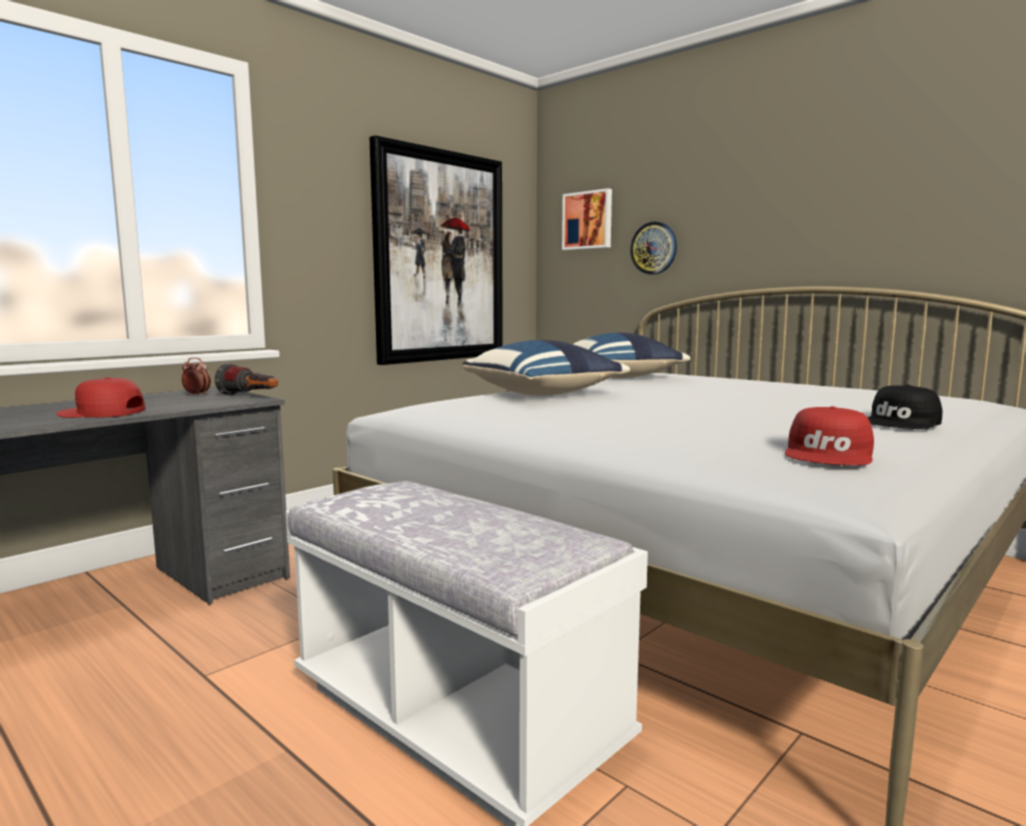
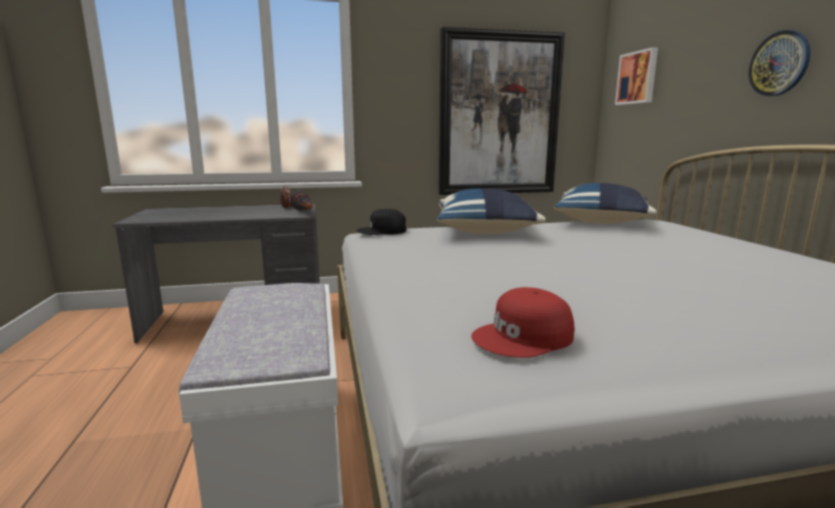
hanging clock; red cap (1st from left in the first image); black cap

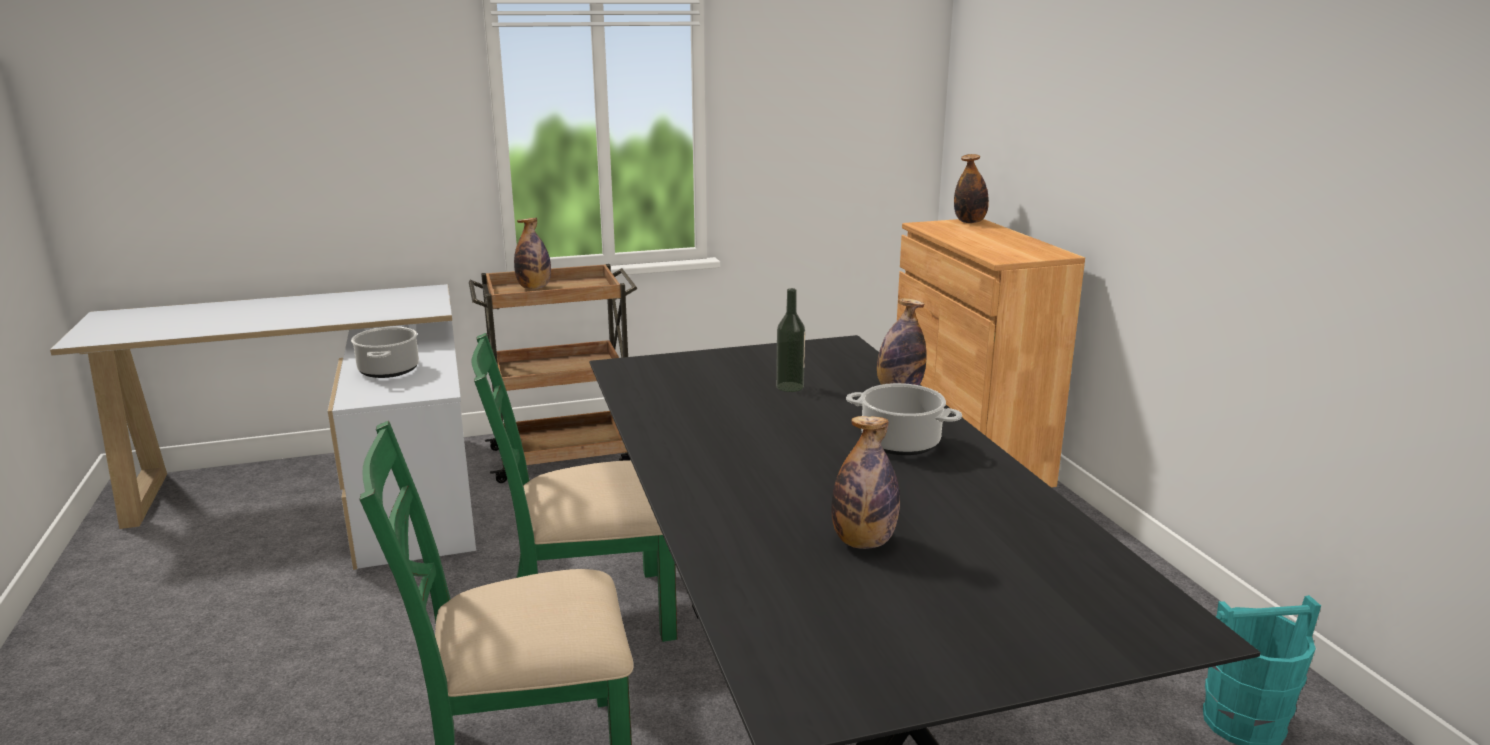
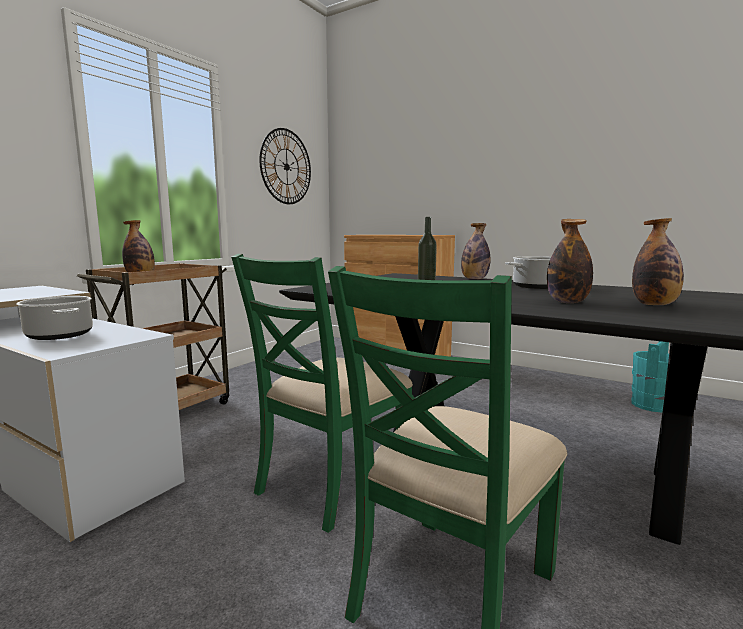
drink bottle (4th from left); hanging clock

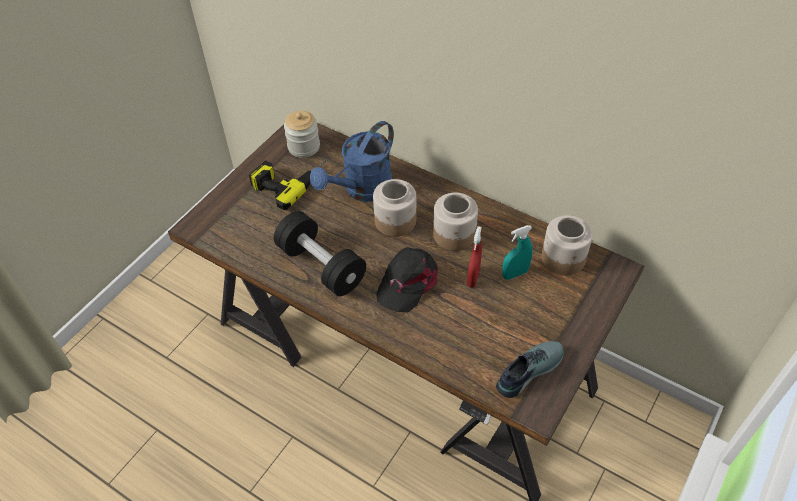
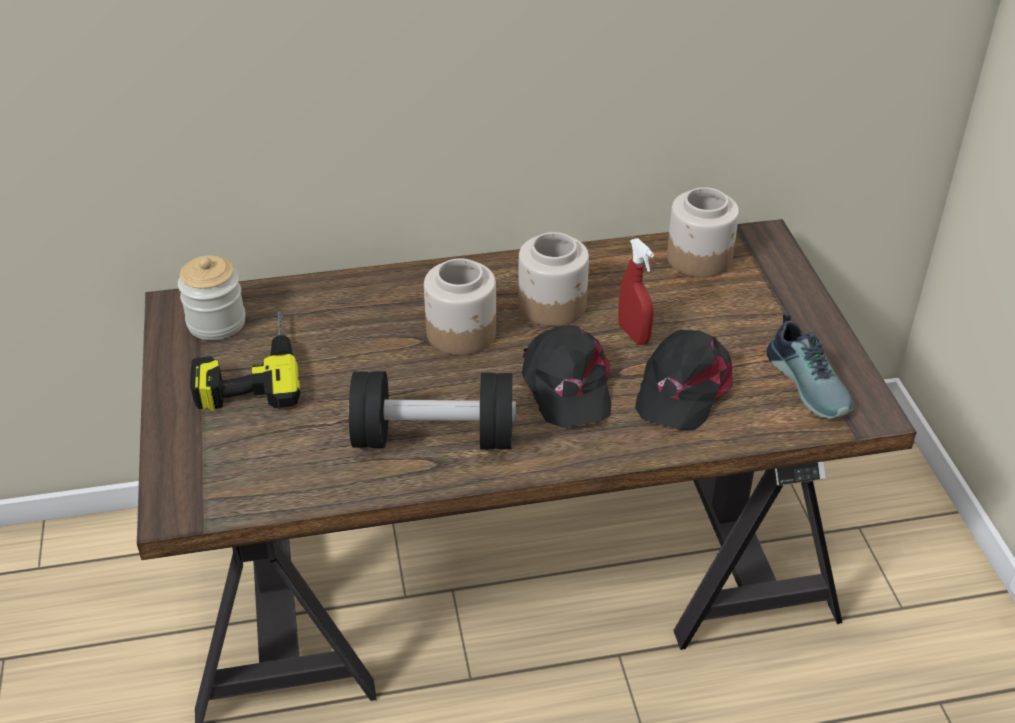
blue-coloured watering can; turquoise spray bottle; low shoe; black cap (2nd from left)

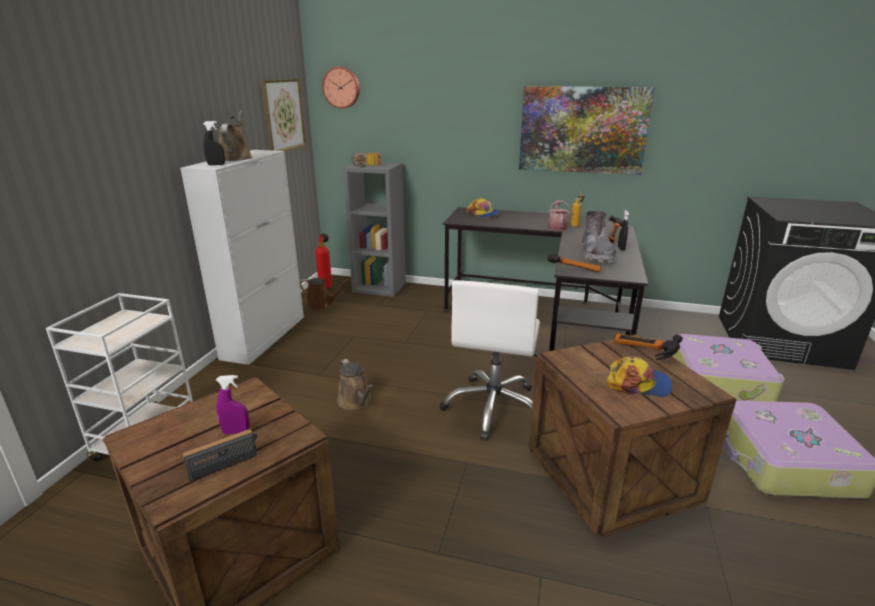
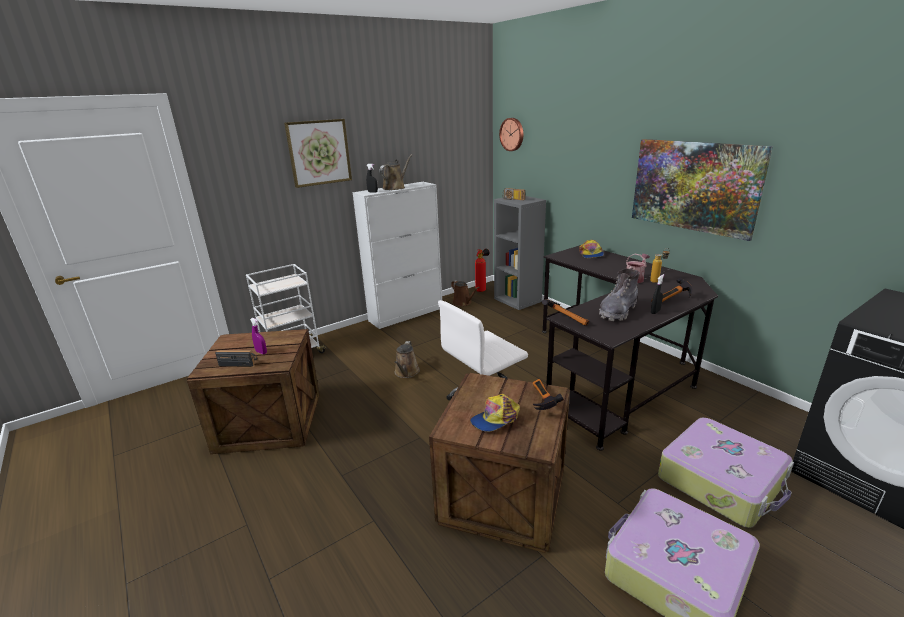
picture (1st from left); cap (1st from left)

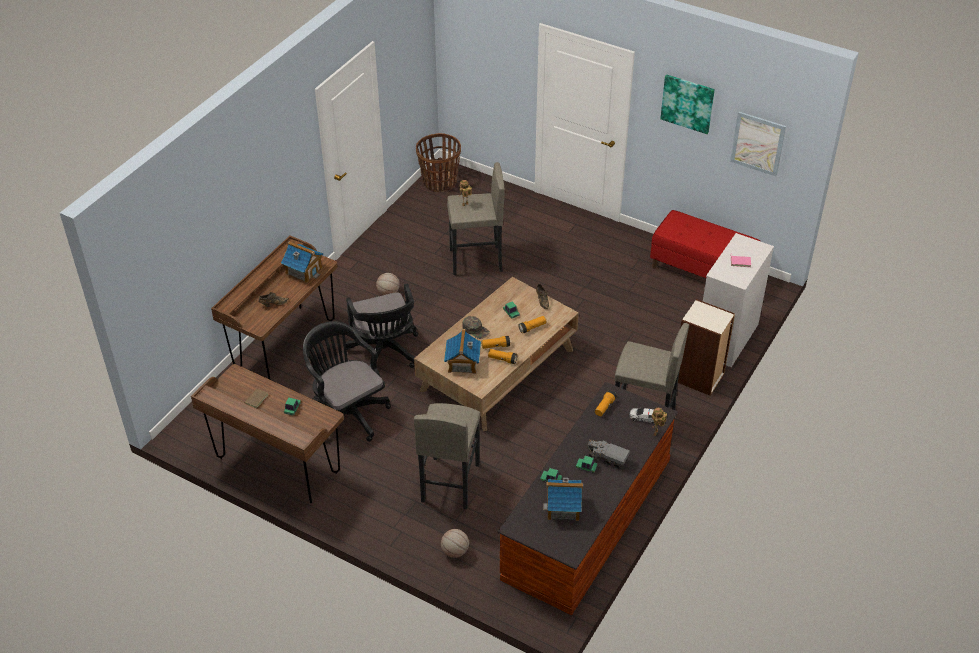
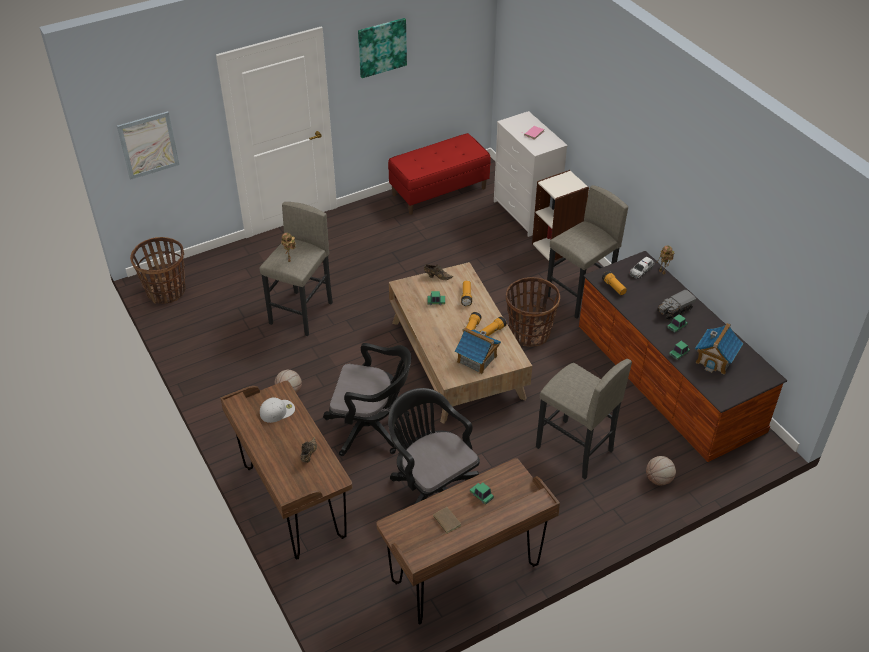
picture (1st from left); white cap; green cap; black desk chair (2nd from left); household basket (2nd from left)

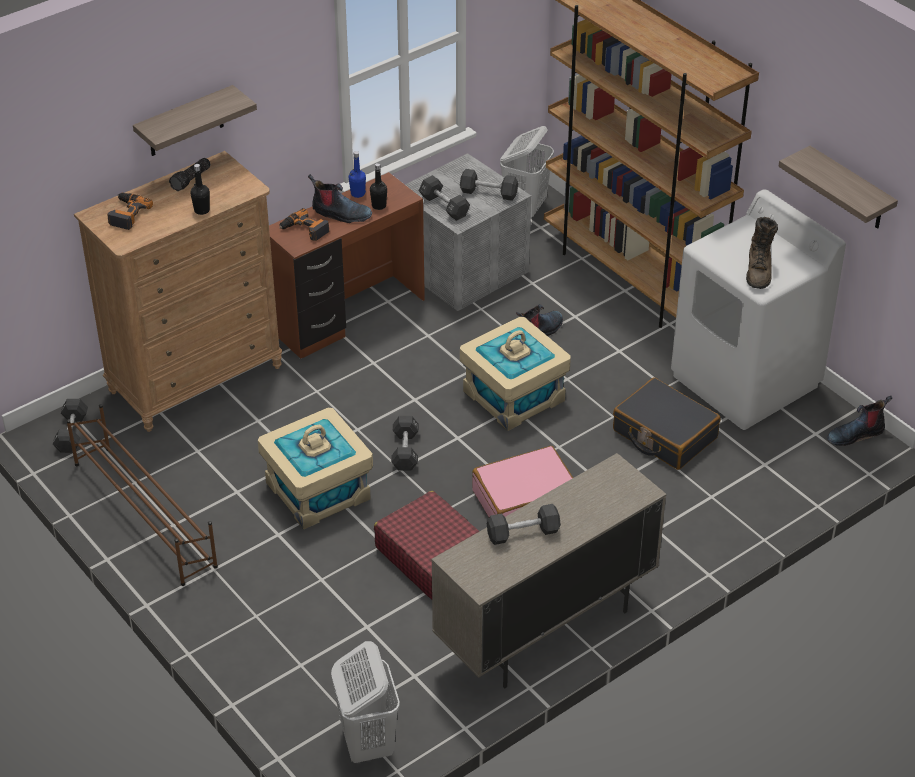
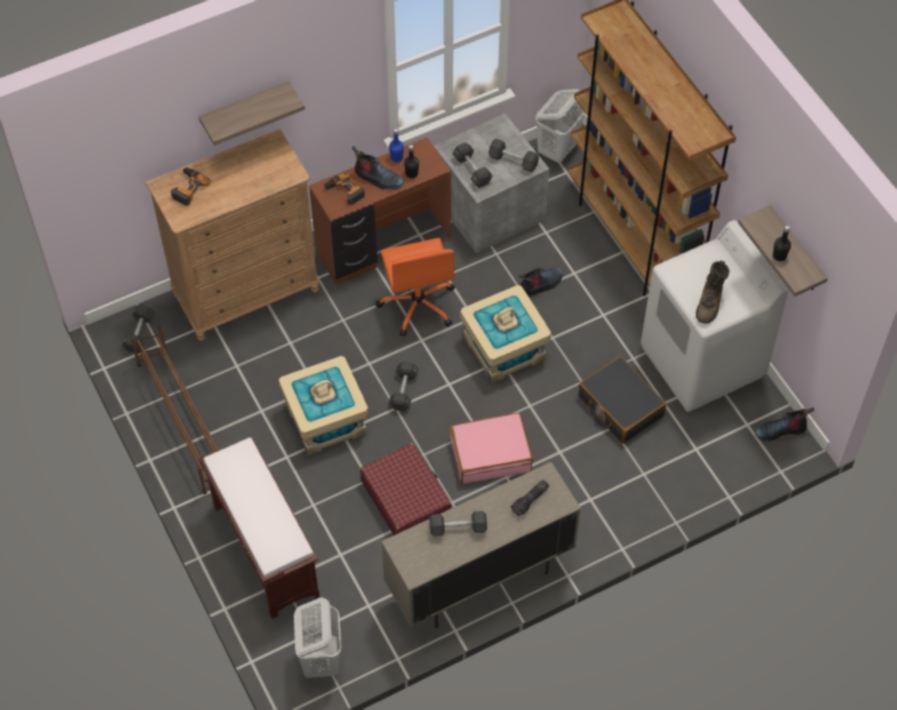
torch; black drink bottle (2nd from left); orange-coloured desk chair; brown indoor bench

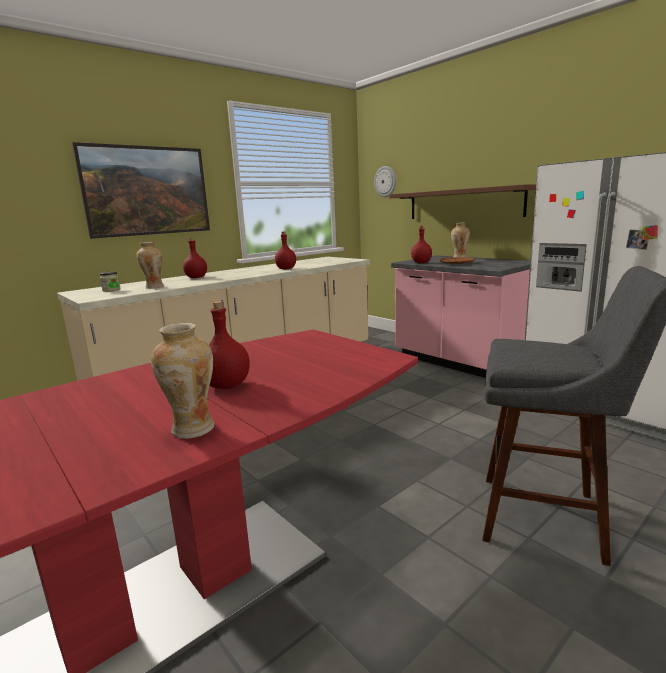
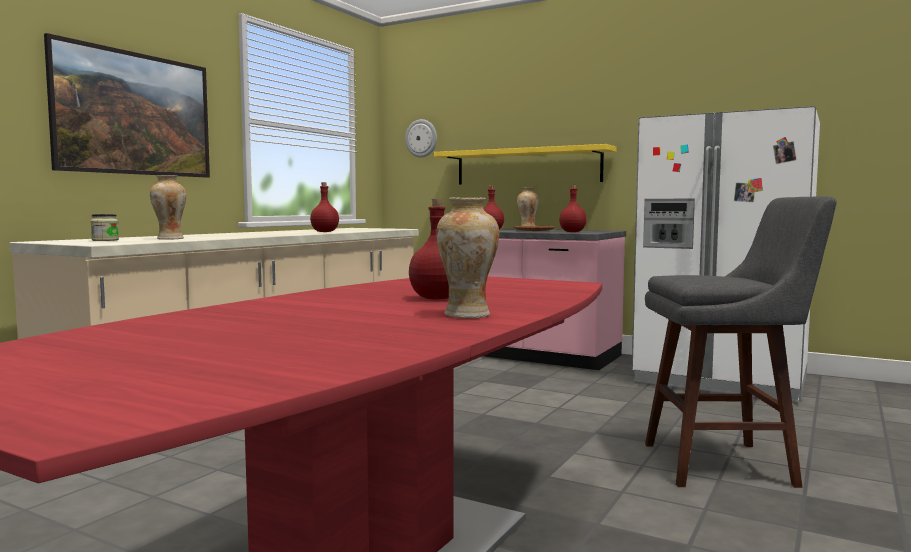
yellow wall shelf; red drink bottle (4th from left)

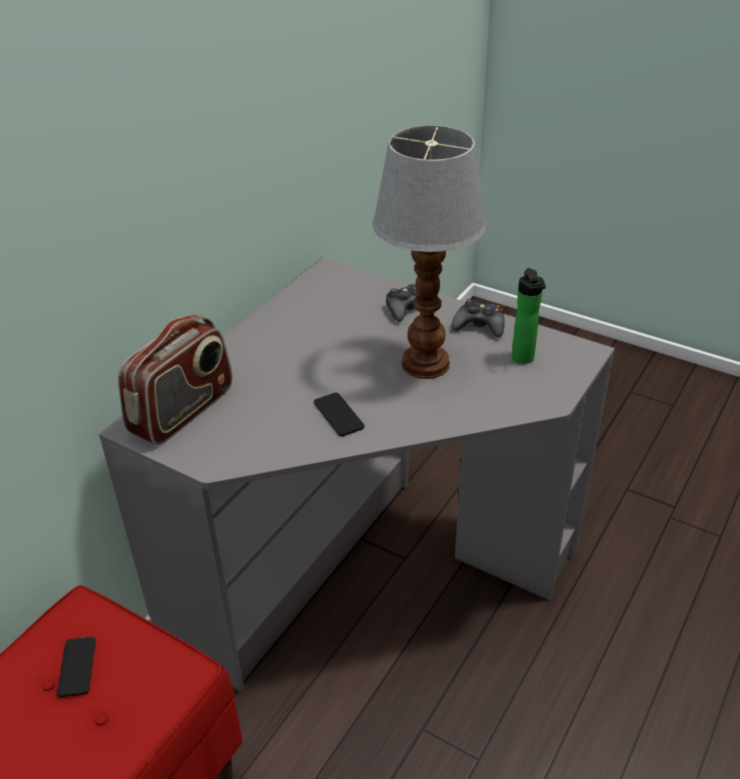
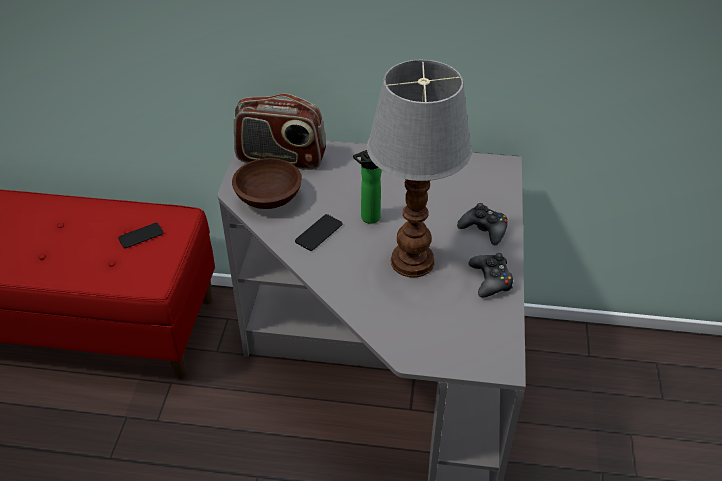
drink bottle; brown deep dish

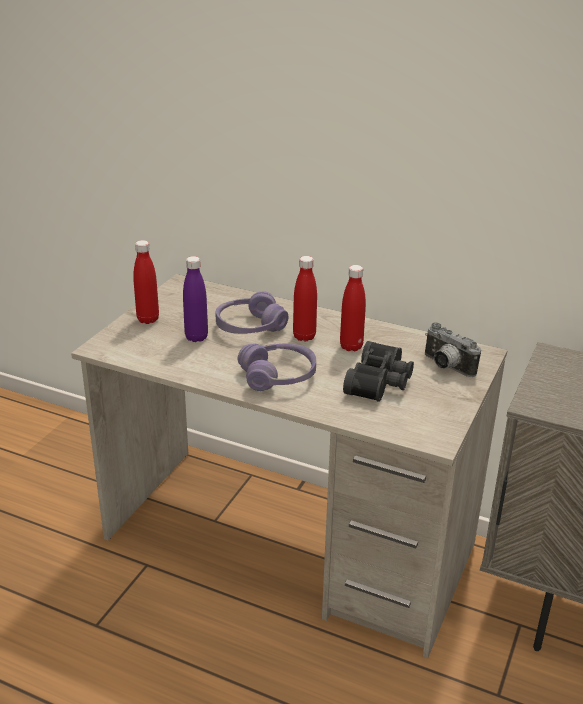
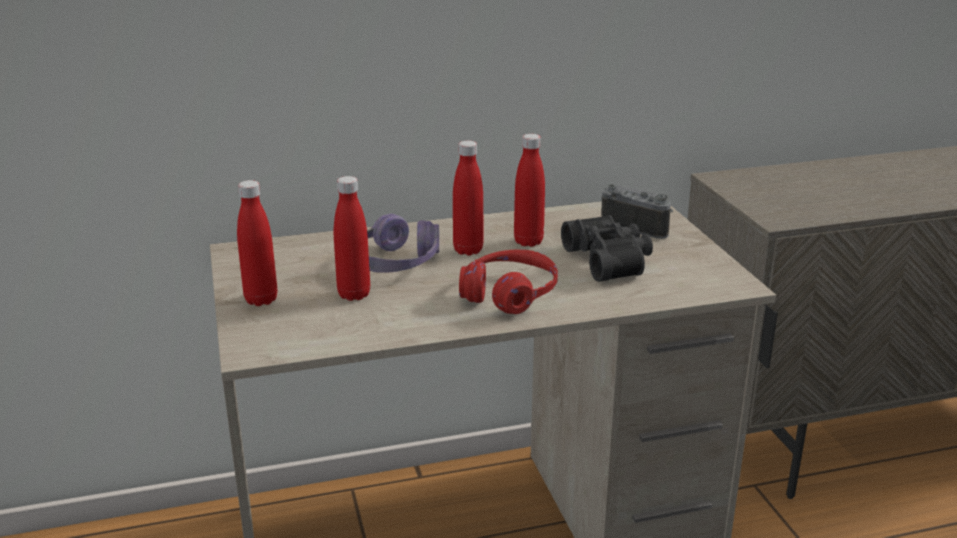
red drink bottle (2nd from left); photo camera; red pair of headphones

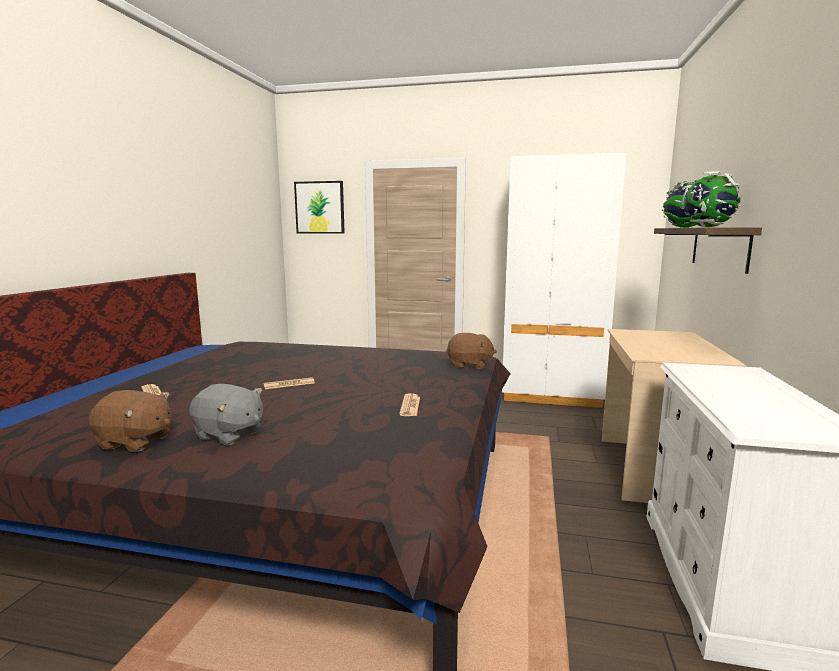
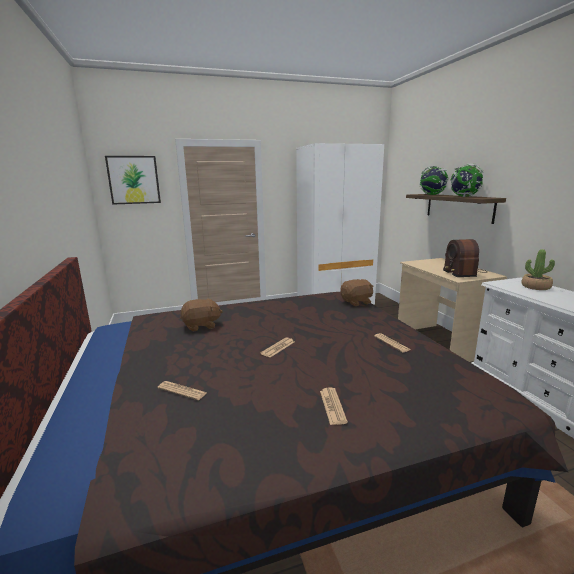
newspaper (3rd from left); brown plush toy (1st from left); radio; plant in a pot

